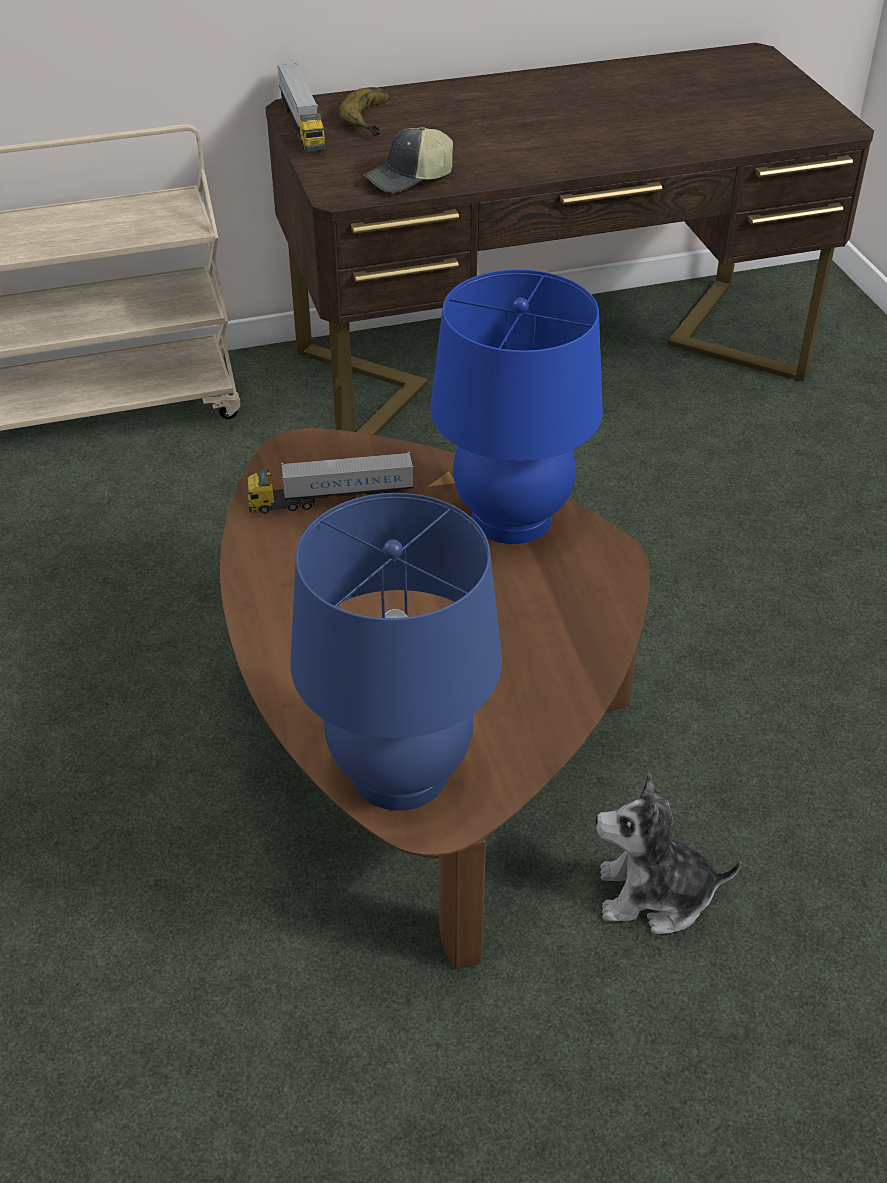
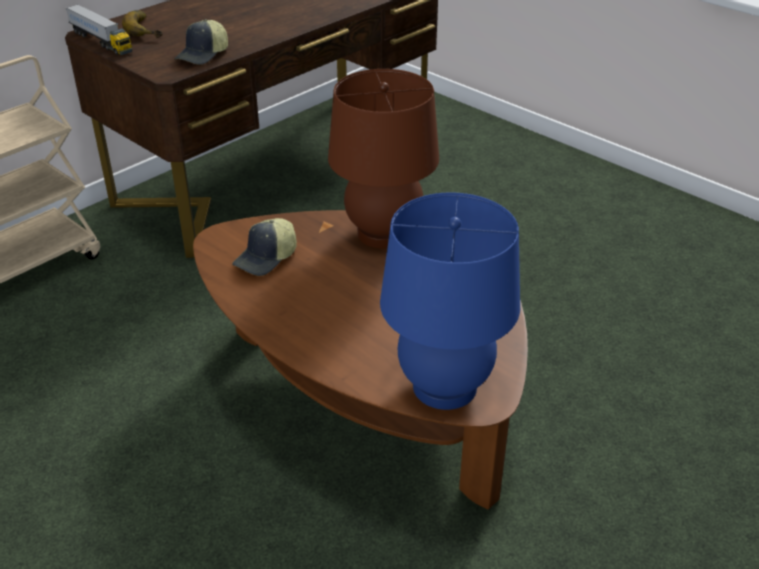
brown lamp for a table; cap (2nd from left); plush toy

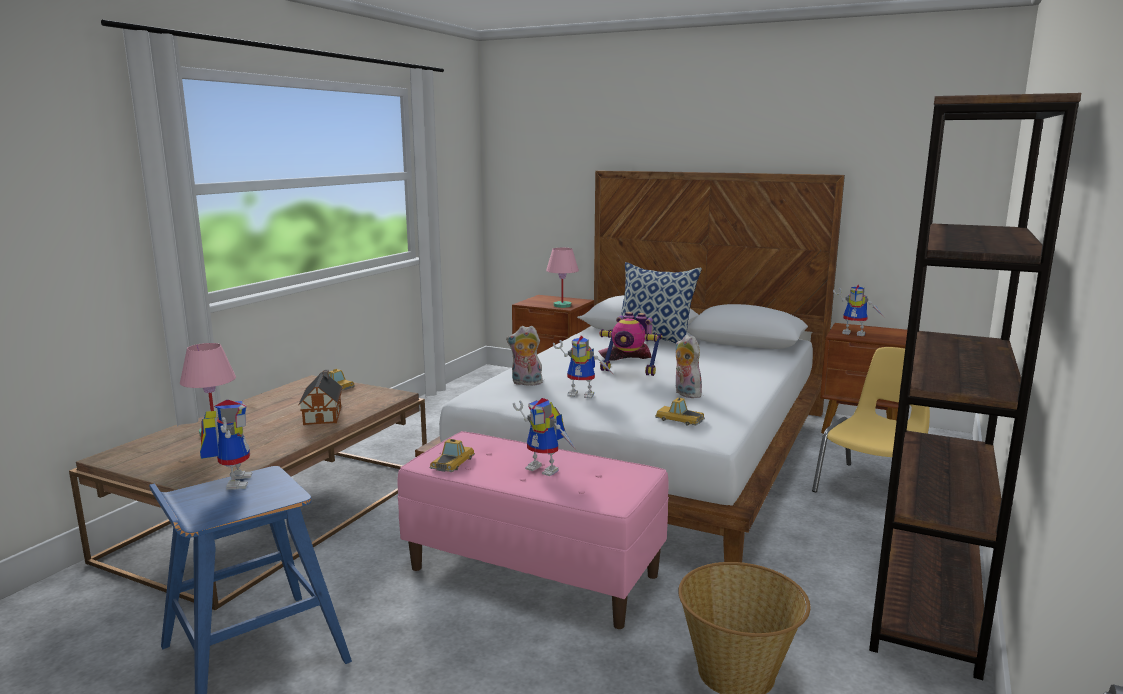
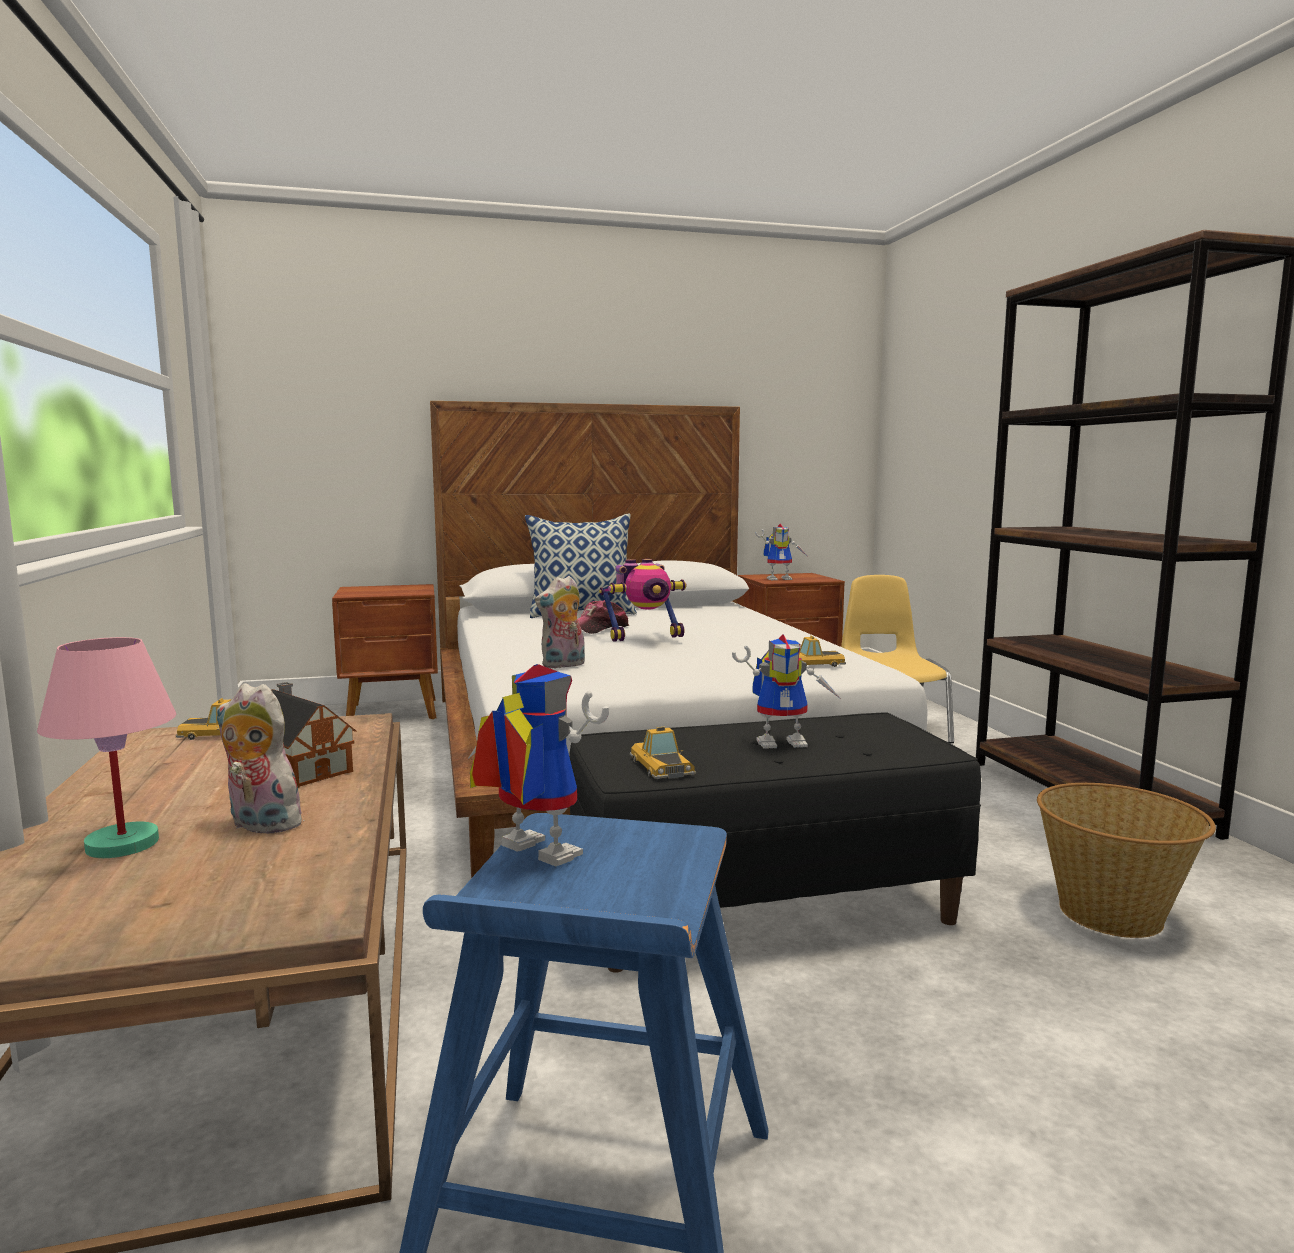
pink lamp for a table (2nd from left in the first image); plush toy (1st from left); robot figure (3rd from left in the first image); black indoor bench

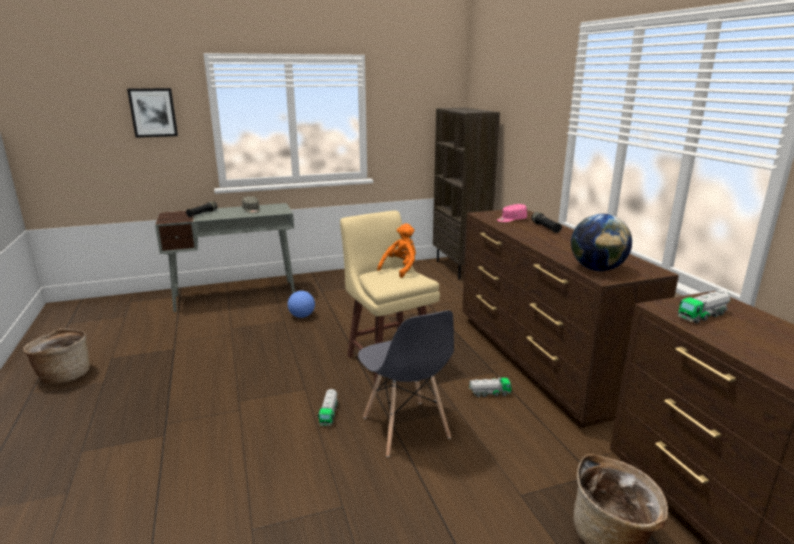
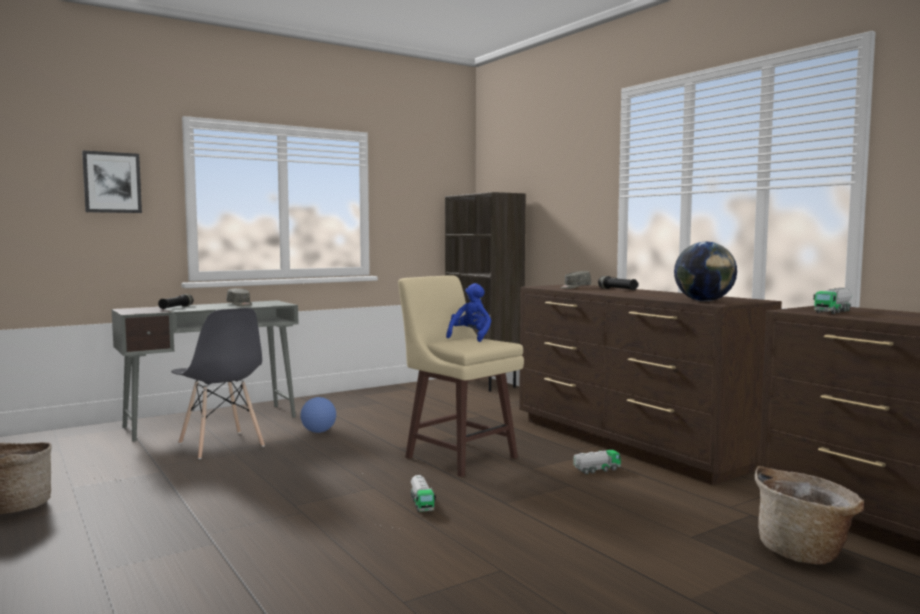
greyish cap (2nd from left); blue-coloured plush toy; greyish upright chair

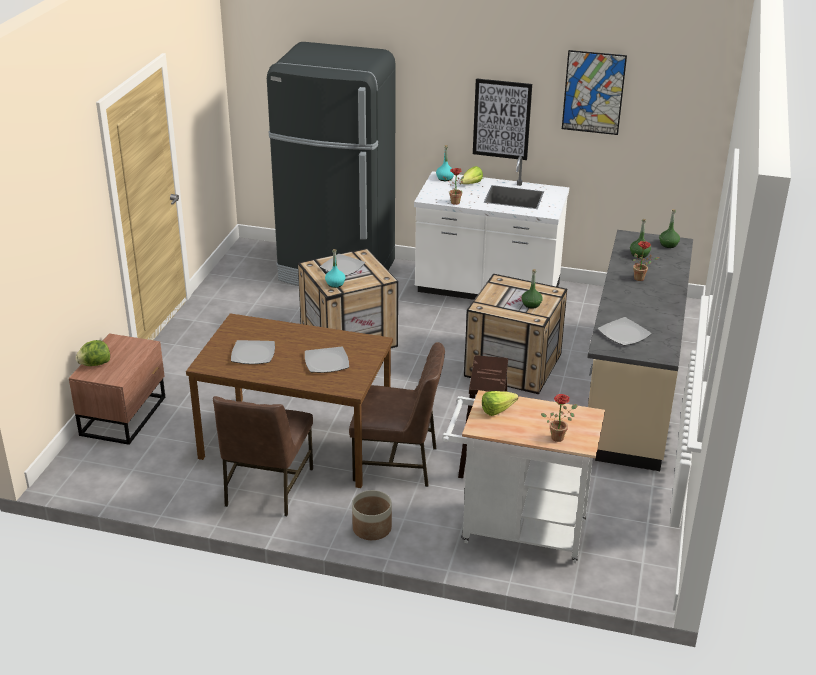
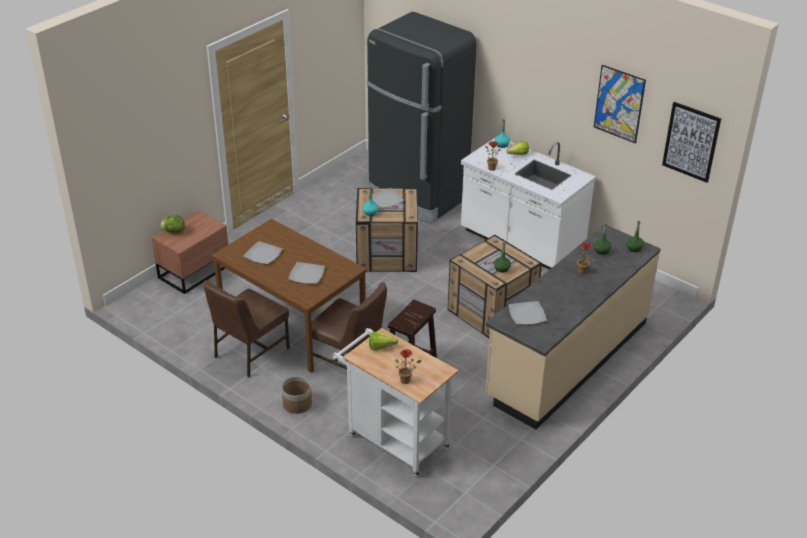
picture (2nd from left)

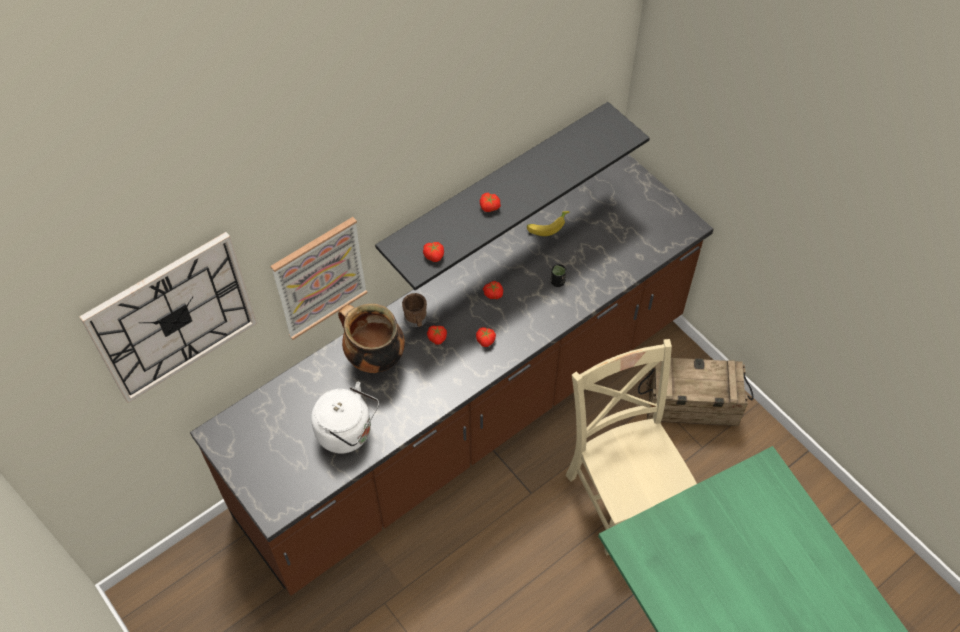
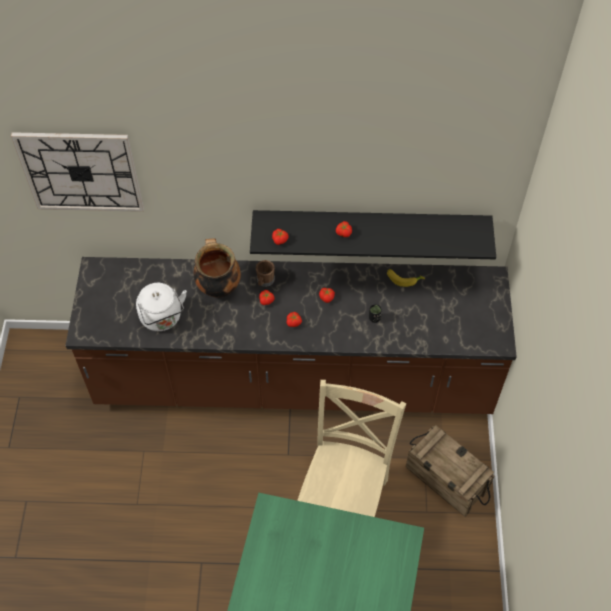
picture

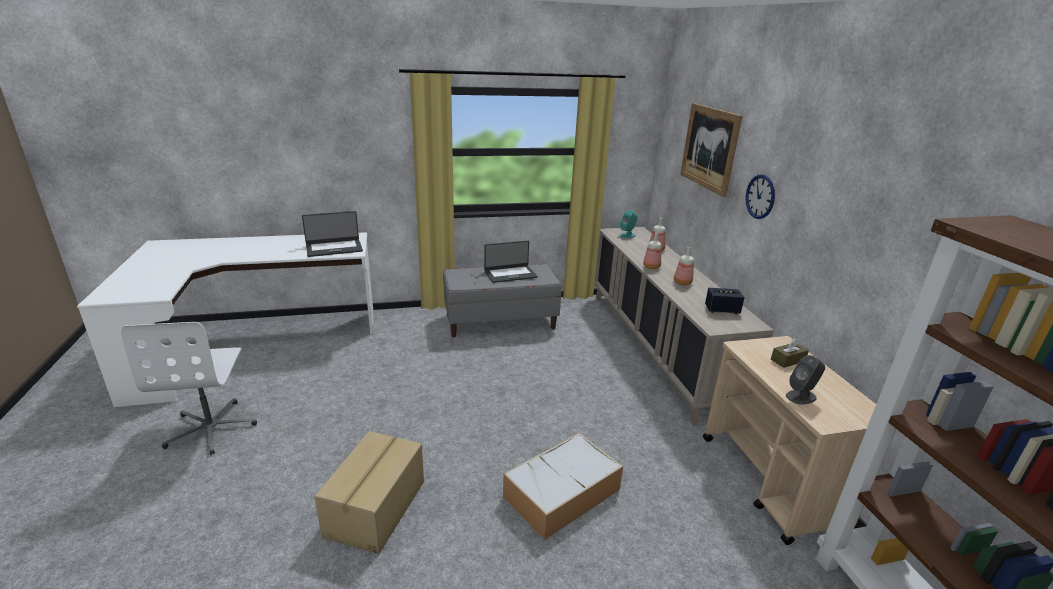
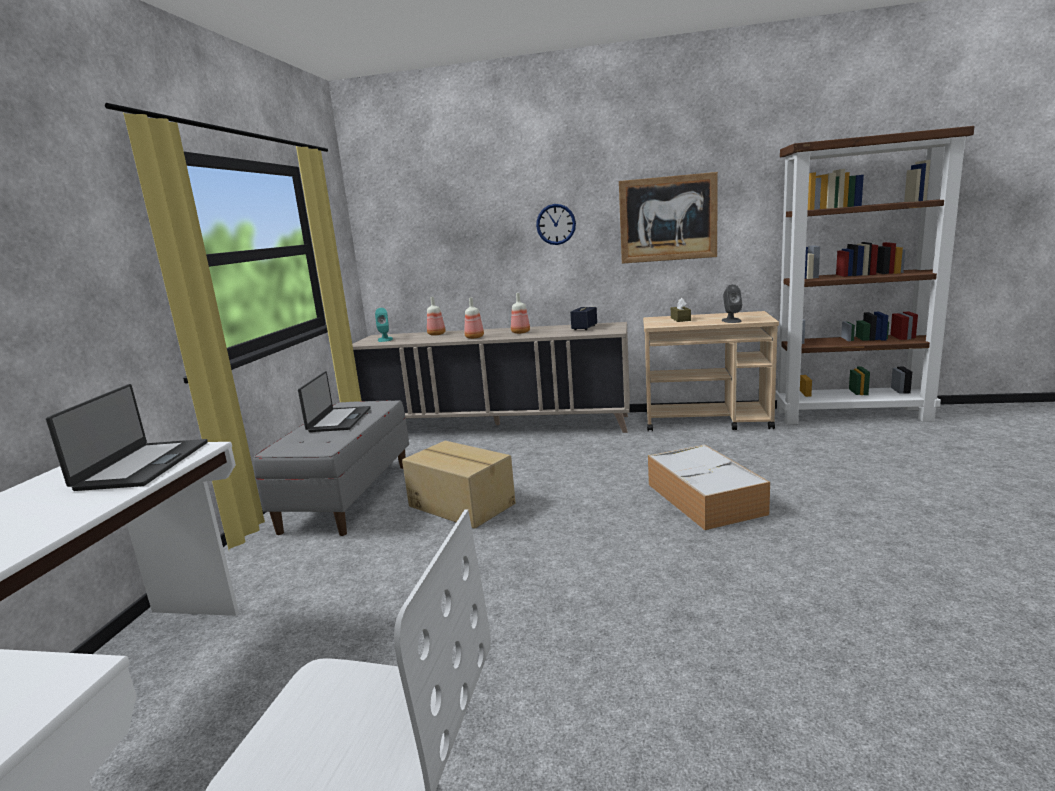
picture; cardboard box

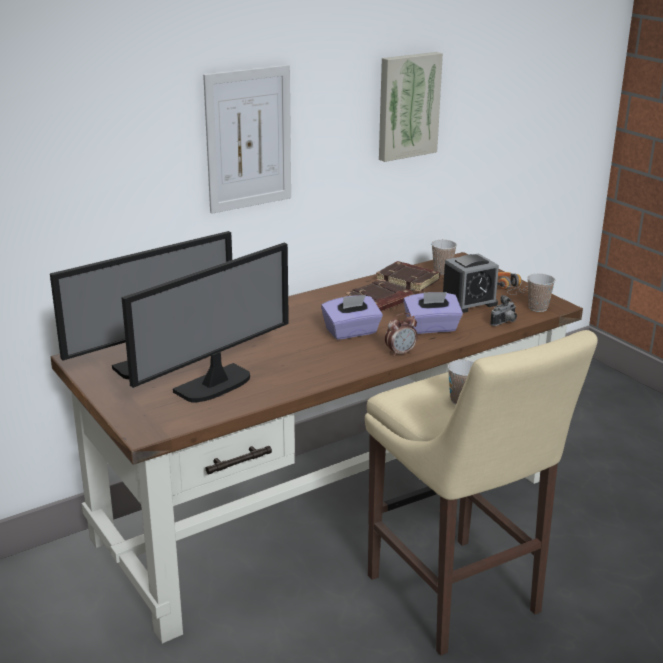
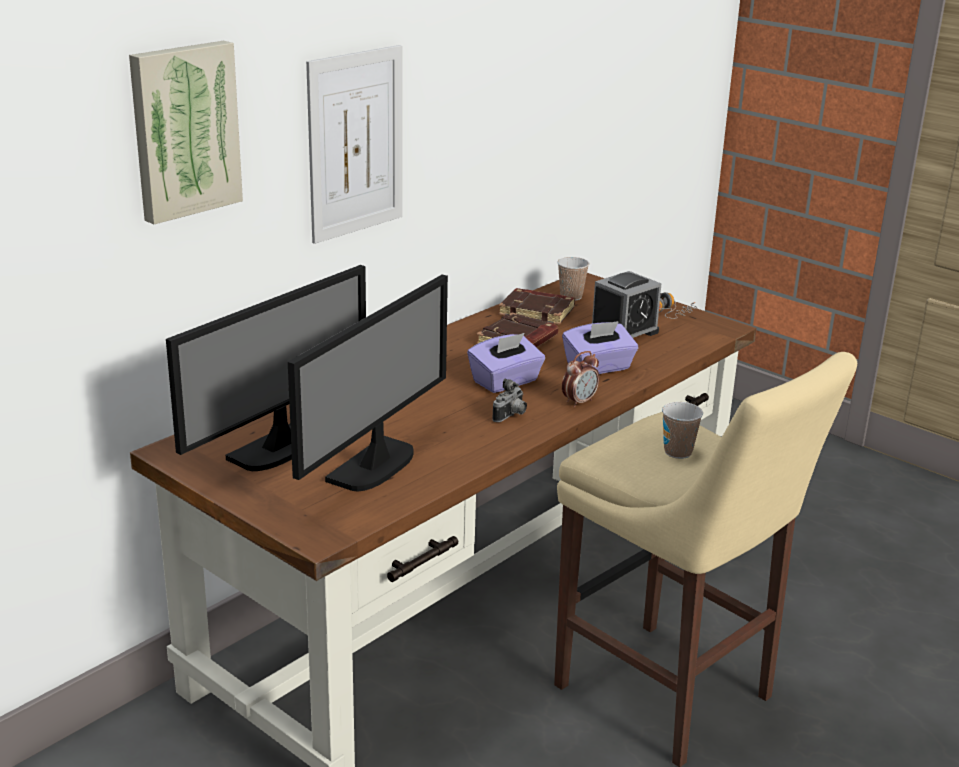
picture (1st from left); cup (3rd from left in the first image); photo camera

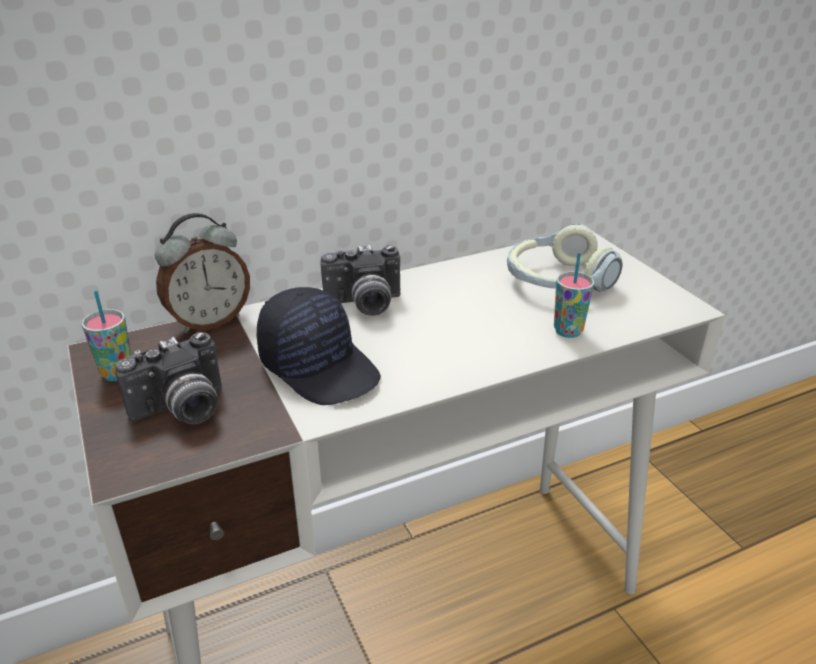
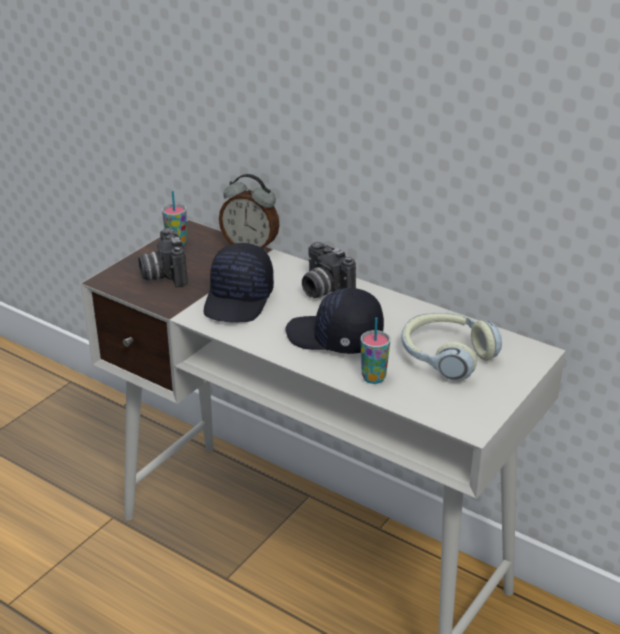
photo camera (1st from left); black cap (2nd from left)

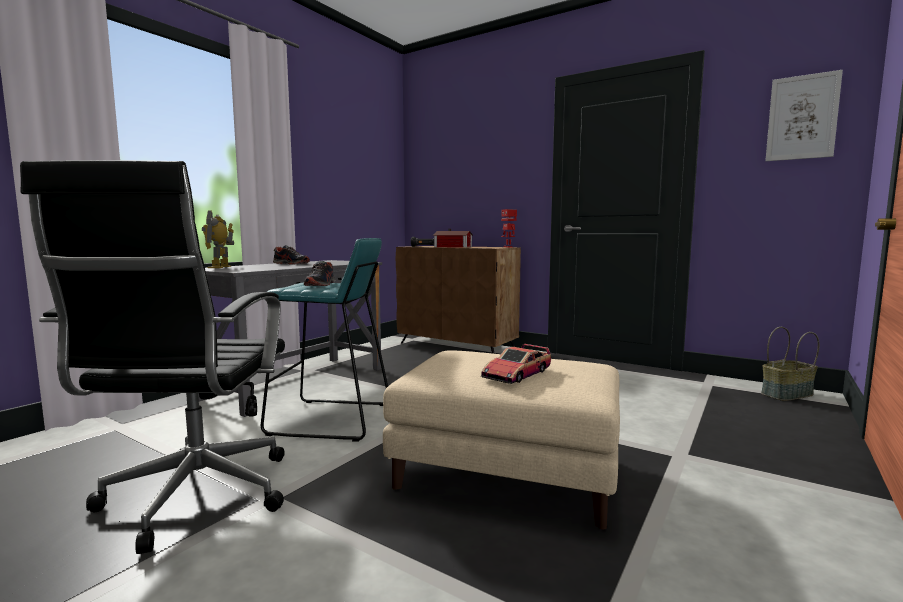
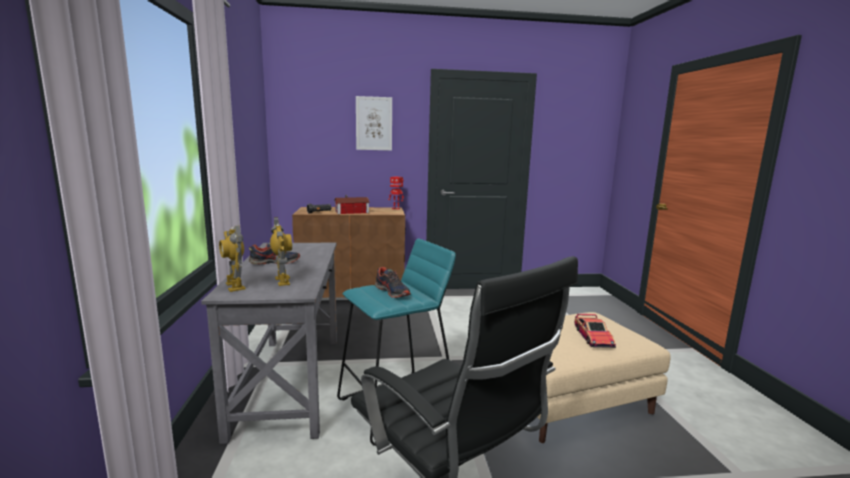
picture; household basket; robot figure (2nd from left)

